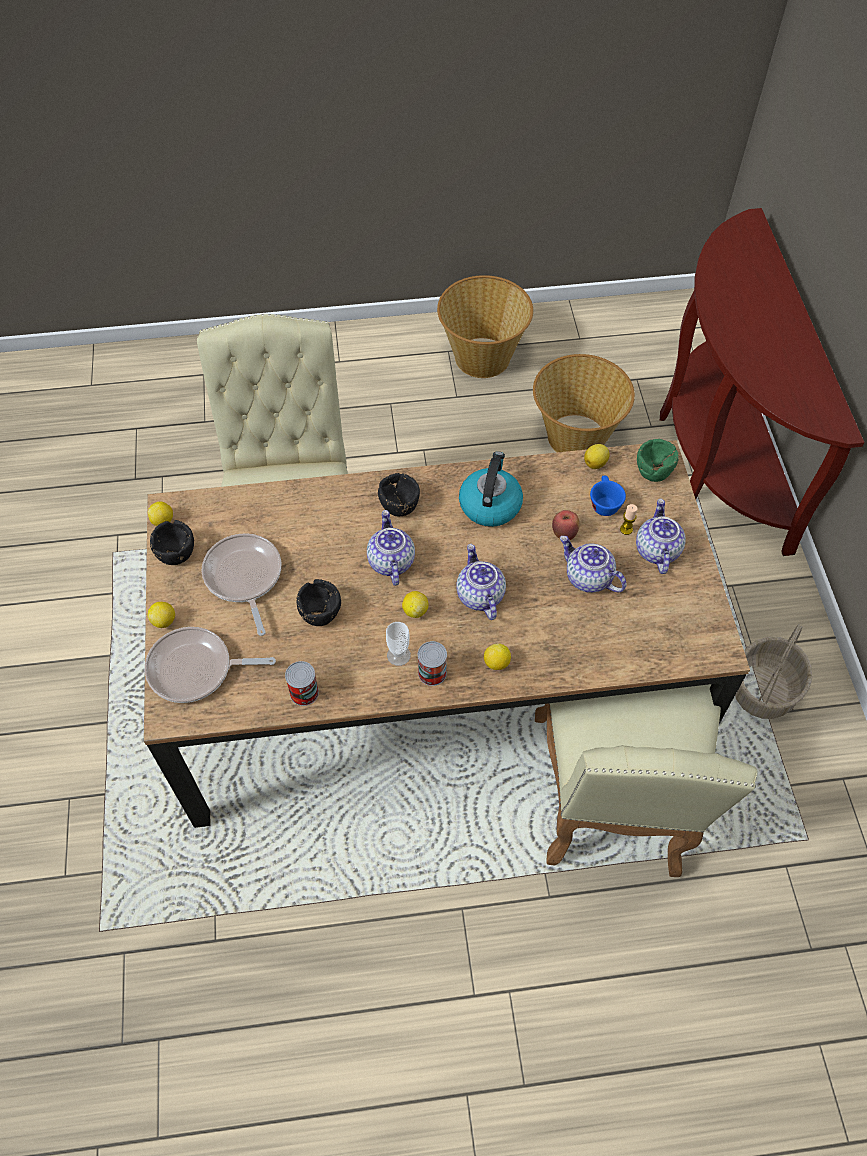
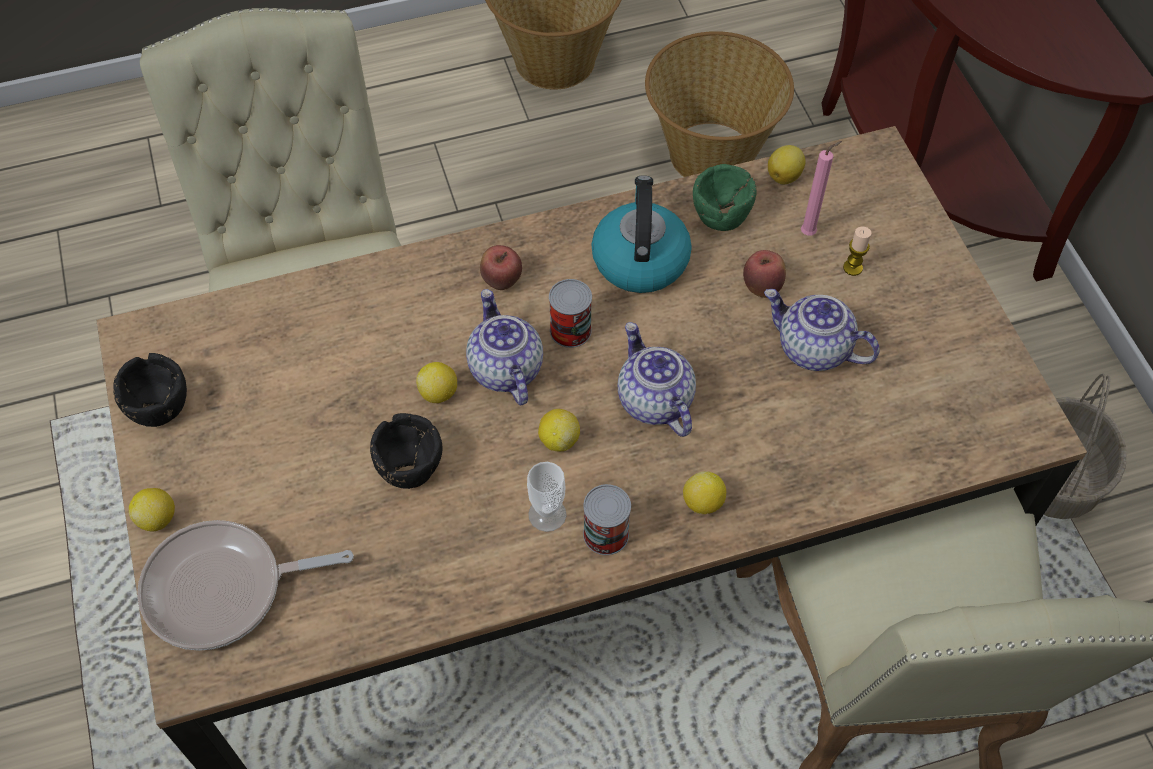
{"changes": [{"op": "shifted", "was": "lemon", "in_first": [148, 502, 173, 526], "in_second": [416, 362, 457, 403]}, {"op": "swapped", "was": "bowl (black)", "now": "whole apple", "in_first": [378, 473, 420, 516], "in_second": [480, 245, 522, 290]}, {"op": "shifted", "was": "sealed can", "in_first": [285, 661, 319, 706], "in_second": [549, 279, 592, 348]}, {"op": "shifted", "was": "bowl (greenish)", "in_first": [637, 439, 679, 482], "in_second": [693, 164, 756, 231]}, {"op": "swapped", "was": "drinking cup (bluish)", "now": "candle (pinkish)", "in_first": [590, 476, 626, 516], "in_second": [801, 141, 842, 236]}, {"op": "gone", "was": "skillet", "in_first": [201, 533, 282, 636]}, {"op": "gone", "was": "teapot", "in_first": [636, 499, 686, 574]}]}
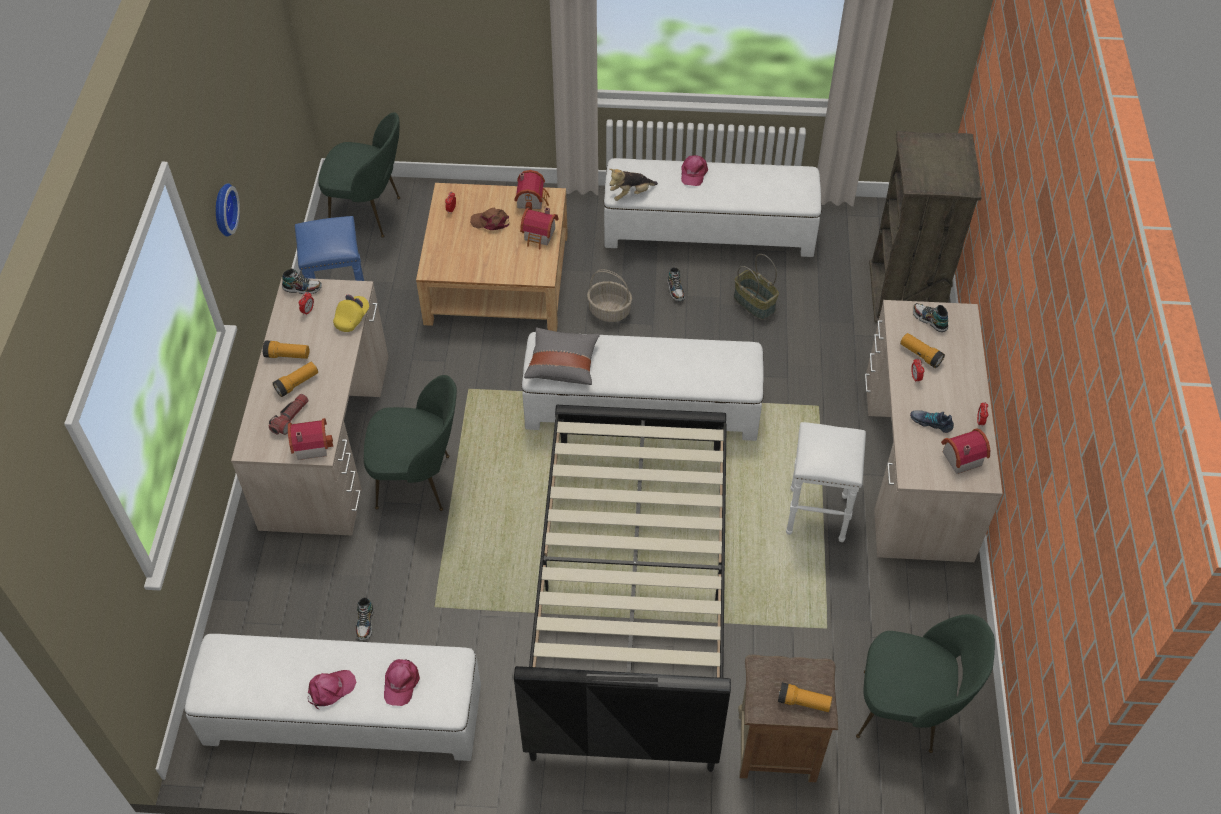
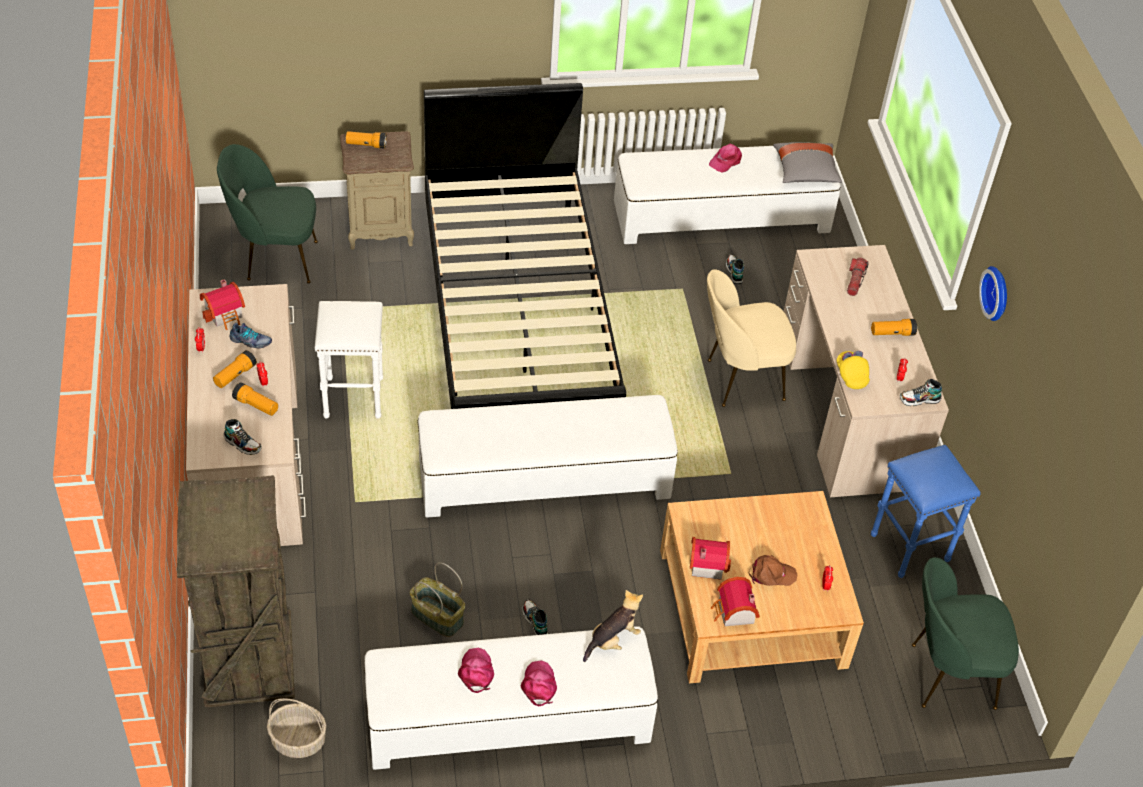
{"changes": [{"op": "shifted", "was": "flashlight", "in_first": [273, 362, 318, 397], "in_second": [213, 350, 257, 388]}, {"op": "shifted", "was": "household basket", "in_first": [587, 269, 632, 322], "in_second": [267, 698, 326, 758]}, {"op": "shifted", "was": "peaked cap (pinkish)", "in_first": [384, 659, 420, 706], "in_second": [458, 648, 494, 693]}, {"op": "repainted", "was": "upright chair (greenish)", "now": "upright chair (beige-coloured)", "in_first": [364, 375, 457, 511], "in_second": [707, 269, 796, 407]}, {"op": "shifted", "was": "throw pillow (gray)", "in_first": [524, 327, 600, 385], "in_second": [773, 142, 842, 183]}, {"op": "rotated", "was": "peaked cap (yellow-coloured)", "in_first": [333, 295, 369, 332], "in_second": [837, 351, 870, 389], "clockwise": 150}, {"op": "gone", "was": "model house", "in_first": [288, 418, 333, 460]}]}
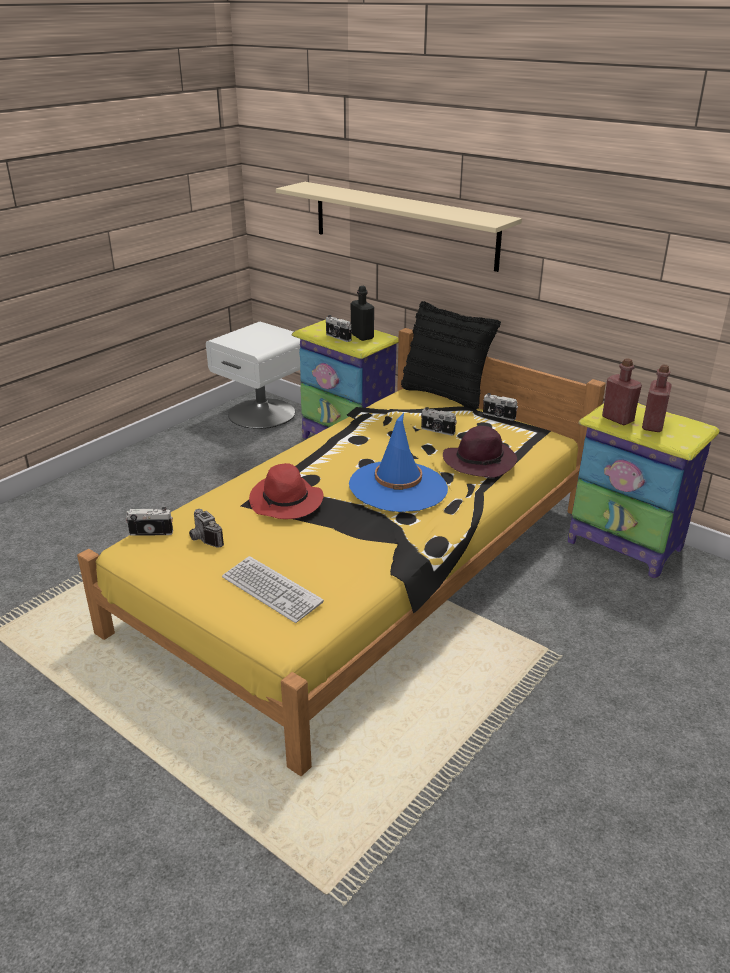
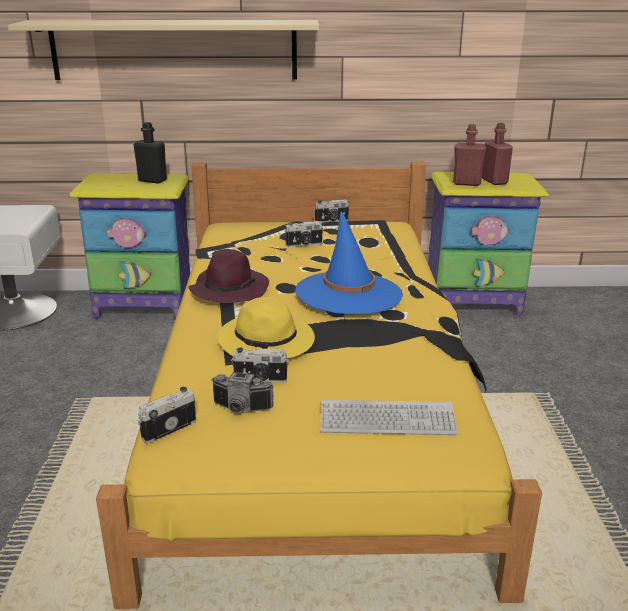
{"changes": [{"op": "shifted", "was": "wearable hat (purplish)", "in_first": [443, 426, 517, 478], "in_second": [188, 249, 269, 303]}, {"op": "repainted", "was": "wearable hat (red-coloured)", "now": "wearable hat (yellow-coloured)", "in_first": [249, 463, 324, 519], "in_second": [218, 297, 315, 358]}, {"op": "shifted", "was": "photo camera", "in_first": [326, 315, 352, 342], "in_second": [231, 348, 289, 383]}, {"op": "gone", "was": "throw pillow (black)", "in_first": [401, 301, 501, 410]}]}
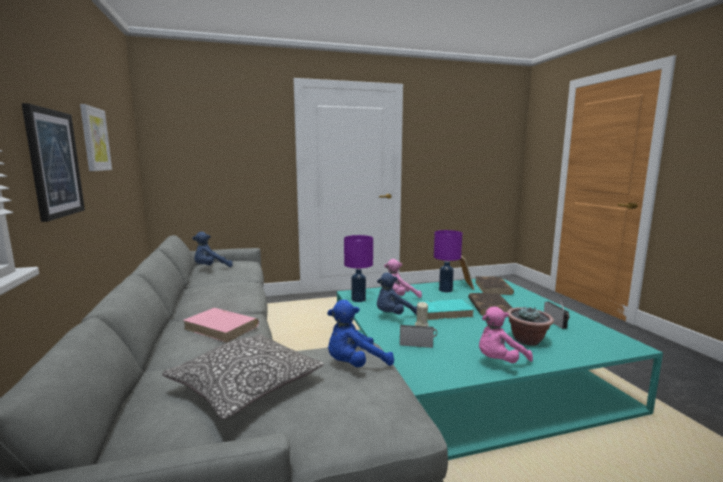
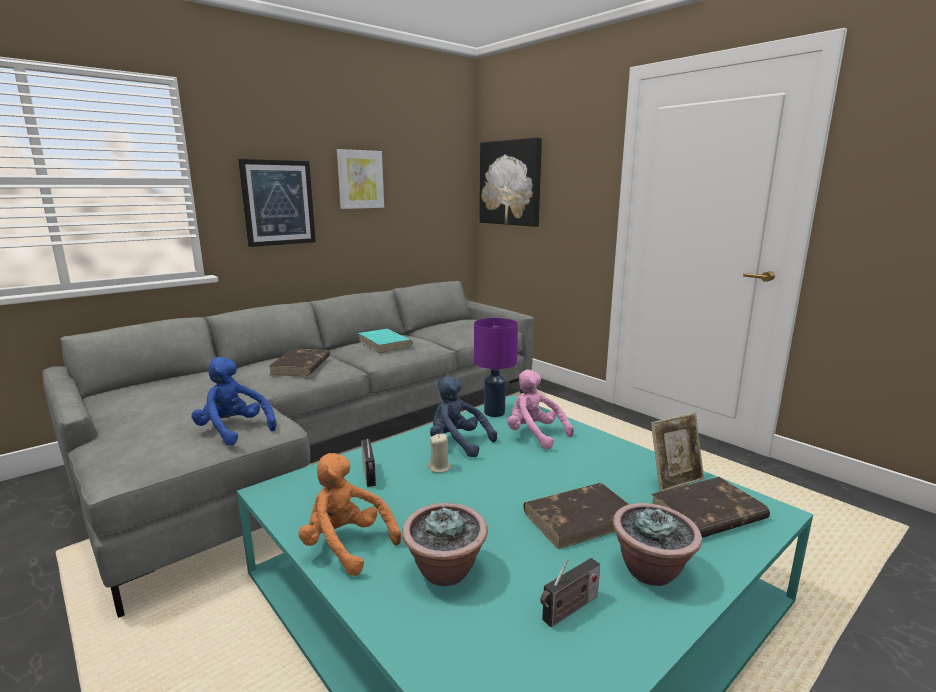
{"changes": [{"op": "repainted", "was": "book (pinkish)", "now": "book (brown-coloured)", "in_first": [183, 308, 259, 343], "in_second": [268, 349, 330, 376]}, {"op": "repainted", "was": "plush toy (pinkish)", "now": "plush toy (orange)", "in_first": [479, 307, 533, 363], "in_second": [299, 453, 401, 576]}, {"op": "shifted", "was": "book (turquoise-coloured)", "in_first": [418, 299, 474, 320], "in_second": [358, 329, 413, 353]}, {"op": "new", "now": "picture", "in_second": [480, 137, 542, 227]}, {"op": "new", "now": "houseplant", "in_second": [613, 503, 702, 586]}, {"op": "gone", "was": "throw pillow", "in_first": [162, 334, 324, 419]}, {"op": "gone", "was": "plush toy (bluish)", "in_first": [192, 232, 233, 267]}, {"op": "gone", "was": "tabletop lamp (purplish)", "in_first": [434, 230, 462, 292]}]}
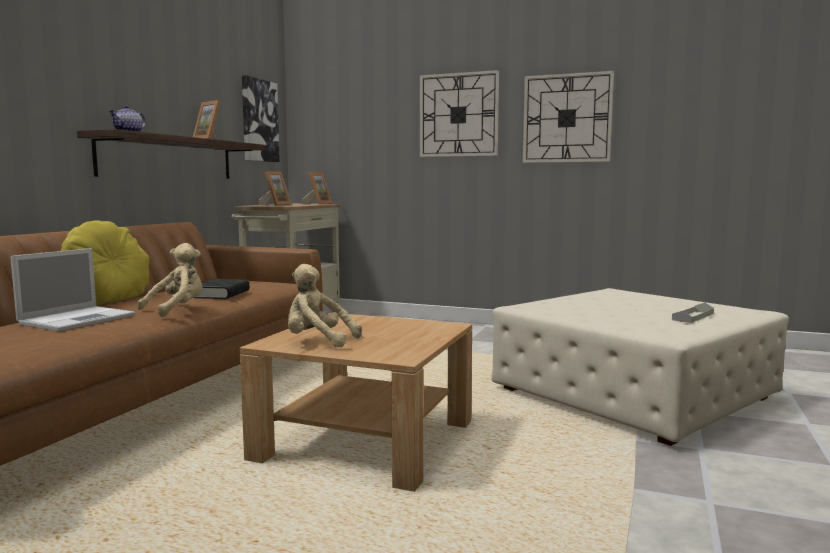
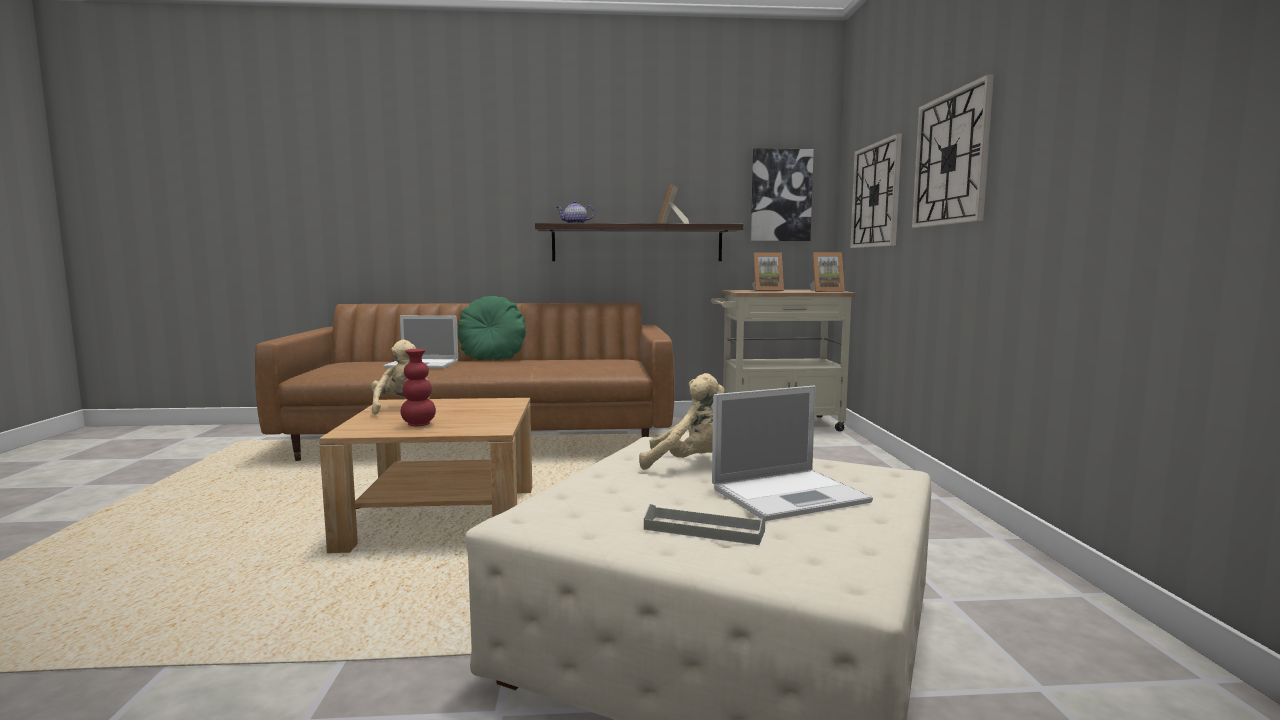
{"changes": [{"op": "new", "now": "decorative vase (red-coloured)", "in_second": [400, 349, 436, 426]}, {"op": "repainted", "was": "throw pillow (yellow-coloured)", "now": "throw pillow (greenish)", "in_first": [61, 220, 149, 305], "in_second": [458, 296, 526, 360]}, {"op": "shifted", "was": "plush toy (beige-coloured)", "in_first": [137, 243, 202, 317], "in_second": [639, 373, 725, 470]}, {"op": "new", "now": "laptop", "in_second": [712, 386, 873, 521]}, {"op": "shifted", "was": "wall clock", "in_first": [523, 71, 614, 163], "in_second": [850, 134, 902, 248]}, {"op": "gone", "was": "book (black)", "in_first": [195, 279, 249, 299]}]}
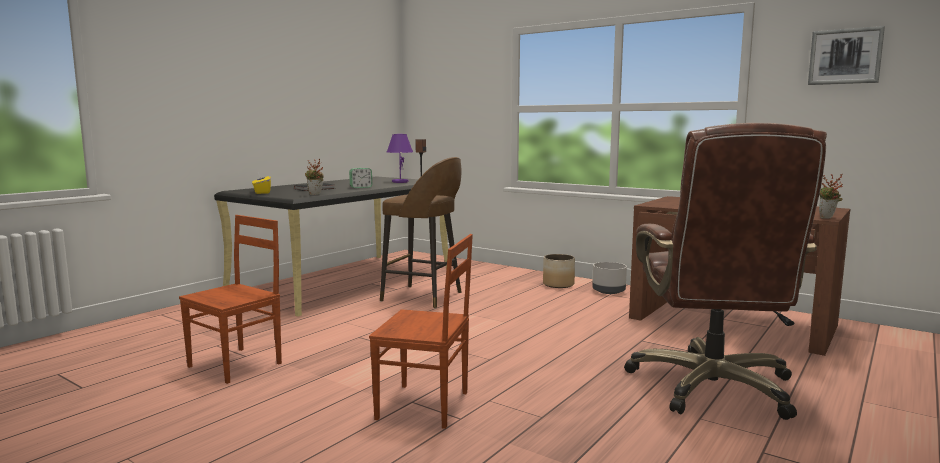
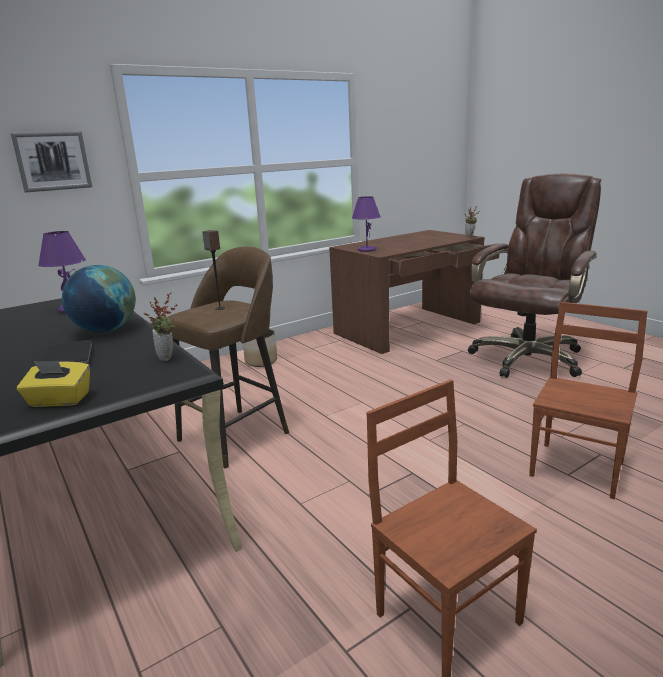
{"changes": [{"op": "shifted", "was": "picture", "in_first": [808, 26, 885, 85], "in_second": [11, 131, 92, 192]}, {"op": "swapped", "was": "bedside clock", "now": "desk globe", "in_first": [349, 168, 372, 188], "in_second": [62, 265, 136, 333]}, {"op": "new", "now": "tabletop lamp (purplish)", "in_second": [352, 196, 381, 252]}, {"op": "rotated", "was": "office chair (brown-coloured)", "in_first": [624, 123, 827, 420], "in_second": [468, 173, 601, 378], "clockwise": -75}, {"op": "gone", "was": "flower pot (gray)", "in_first": [592, 262, 627, 294]}]}
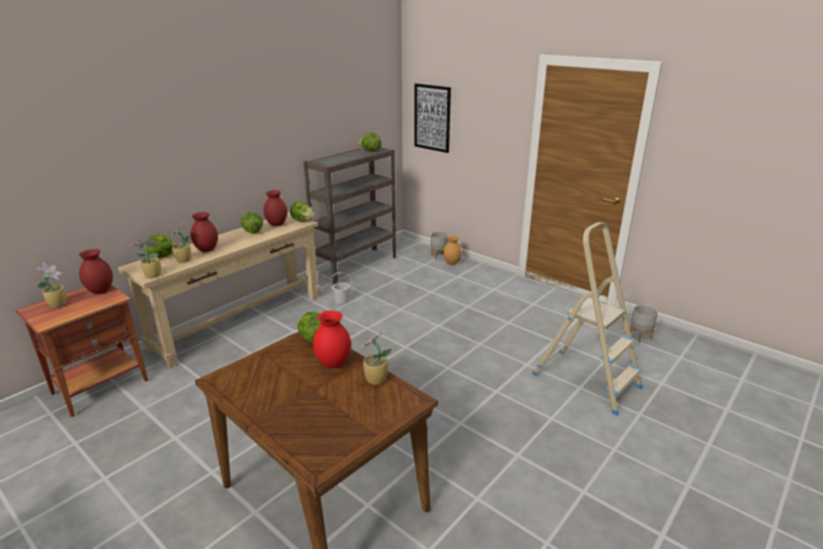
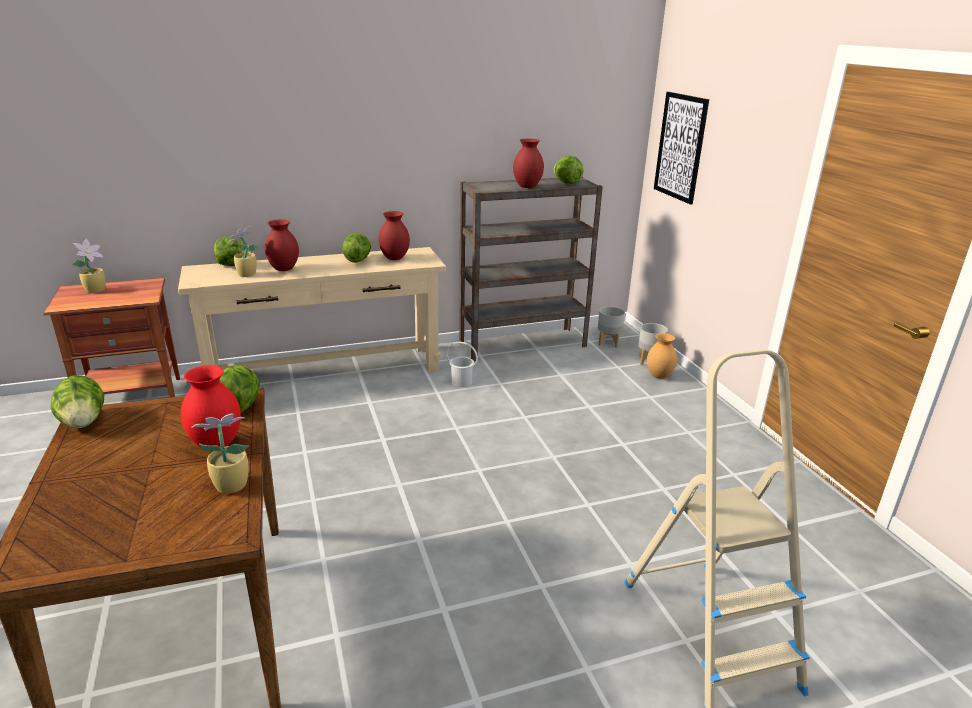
{"changes": [{"op": "shifted", "was": "lettuce", "in_first": [290, 201, 315, 222], "in_second": [51, 376, 104, 428]}, {"op": "shifted", "was": "decorative vase (red-coloured)", "in_first": [79, 249, 113, 294], "in_second": [513, 139, 544, 188]}, {"op": "shifted", "was": "flower pot (gray)", "in_first": [630, 305, 658, 343], "in_second": [598, 307, 625, 348]}, {"op": "gone", "was": "houseplant", "in_first": [132, 238, 161, 278]}]}
